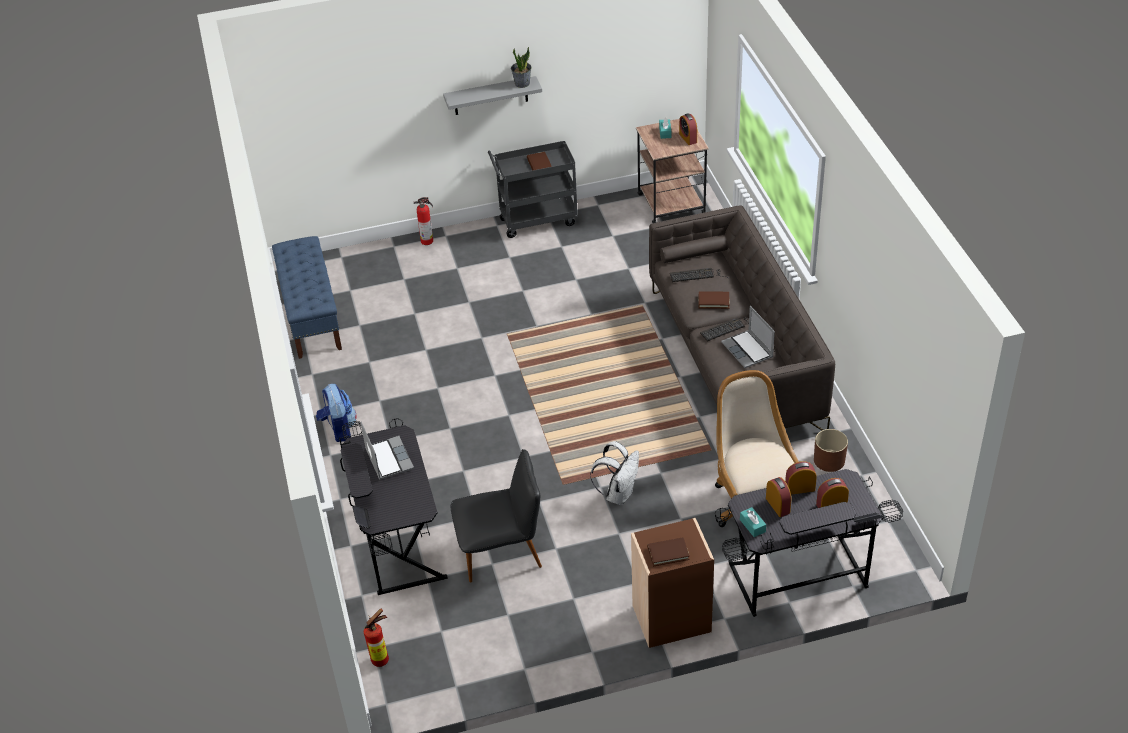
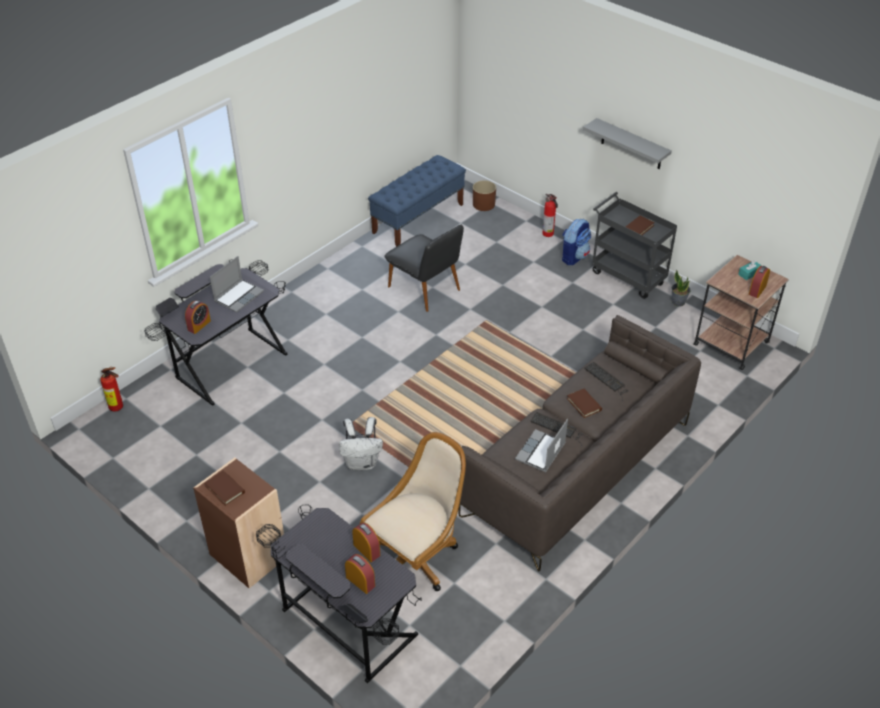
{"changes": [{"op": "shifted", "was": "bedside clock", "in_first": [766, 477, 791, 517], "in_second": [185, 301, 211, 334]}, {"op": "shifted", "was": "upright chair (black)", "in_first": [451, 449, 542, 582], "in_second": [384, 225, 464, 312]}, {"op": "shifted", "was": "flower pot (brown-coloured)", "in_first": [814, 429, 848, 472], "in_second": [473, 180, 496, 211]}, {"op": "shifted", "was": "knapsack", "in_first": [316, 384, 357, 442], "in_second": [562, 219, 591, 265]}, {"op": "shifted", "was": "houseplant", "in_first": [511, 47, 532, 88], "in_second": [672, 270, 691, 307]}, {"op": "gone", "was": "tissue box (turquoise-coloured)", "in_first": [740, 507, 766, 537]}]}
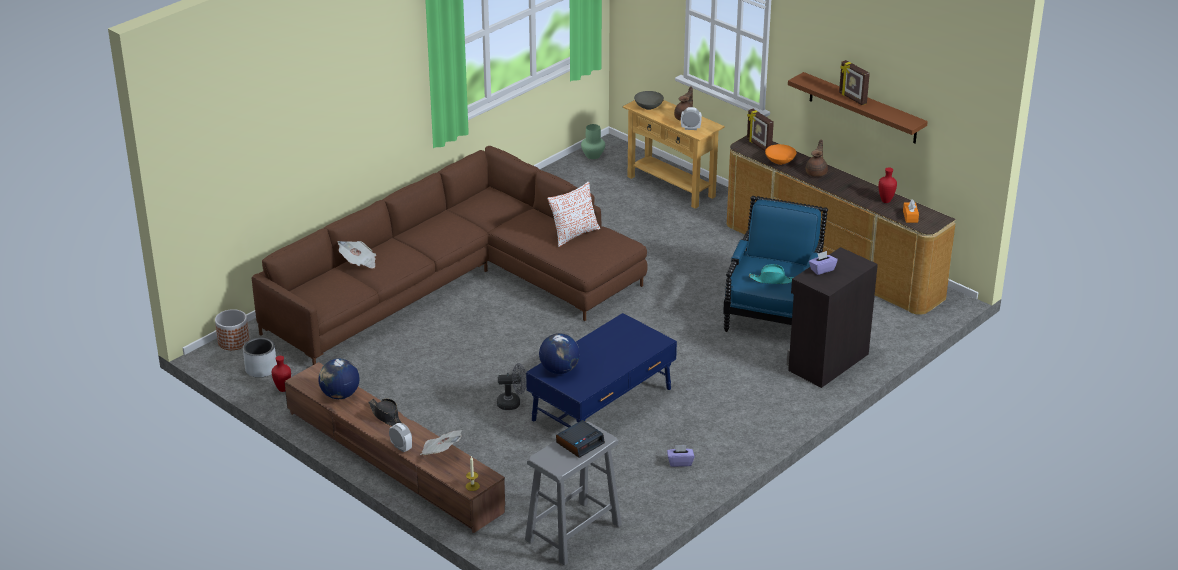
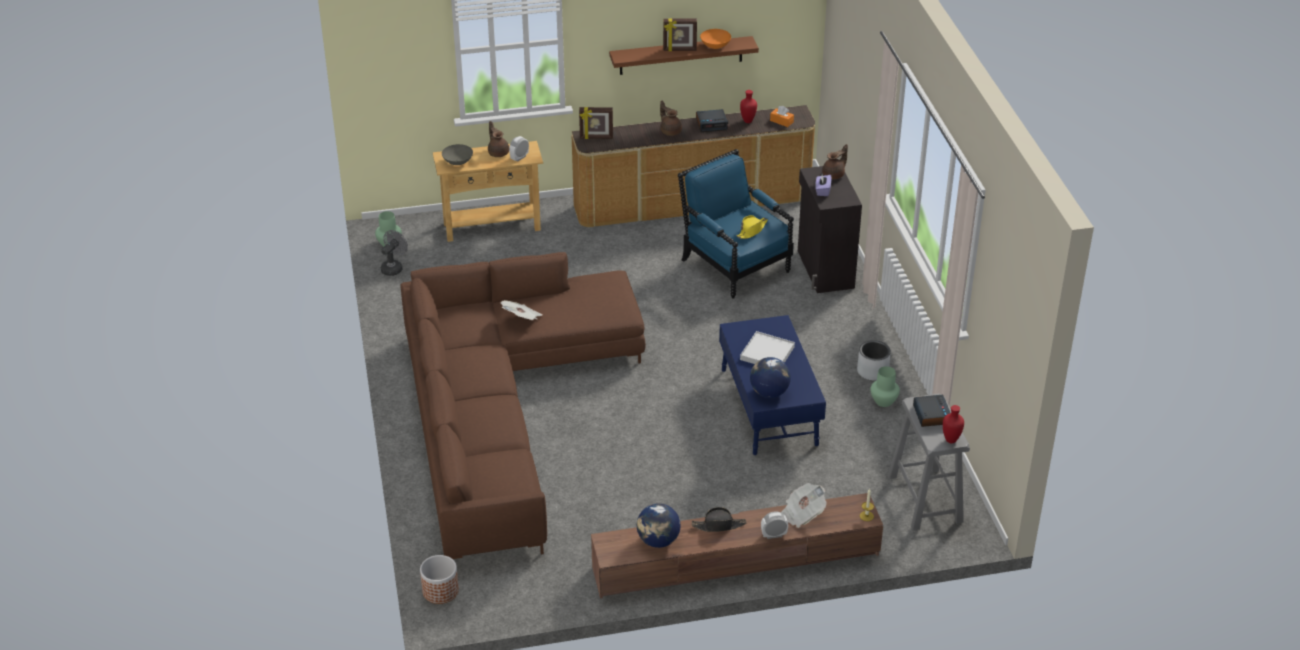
{"changes": [{"op": "shifted", "was": "fan (gray)", "in_first": [497, 363, 527, 410], "in_second": [381, 230, 408, 276]}, {"op": "shifted", "was": "newspaper", "in_first": [337, 241, 376, 269], "in_second": [500, 300, 543, 320]}, {"op": "new", "now": "bedside clock", "in_second": [696, 109, 728, 132]}, {"op": "shifted", "was": "bowl (orange)", "in_first": [765, 144, 797, 165], "in_second": [700, 29, 731, 49]}, {"op": "repainted", "was": "wearable hat (turquoise-coloured)", "now": "wearable hat (yellow-coloured)", "in_first": [749, 264, 794, 284], "in_second": [736, 215, 768, 239]}, {"op": "new", "now": "tray (whitish)", "in_second": [740, 331, 795, 364]}, {"op": "new", "now": "teapot (brown-coloured)", "in_second": [822, 144, 848, 179]}, {"op": "shifted", "was": "flower pot (gray)", "in_first": [243, 337, 277, 377], "in_second": [857, 340, 891, 380]}, {"op": "swapped", "was": "tissue box (purplish)", "now": "decorative vase (greenish)", "in_first": [667, 445, 694, 467], "in_second": [870, 366, 900, 407]}, {"op": "shifted", "was": "decorative vase (red-coloured)", "in_first": [272, 356, 291, 392], "in_second": [943, 405, 964, 443]}, {"op": "gone", "was": "throw pillow (whitish)", "in_first": [547, 182, 600, 247]}]}
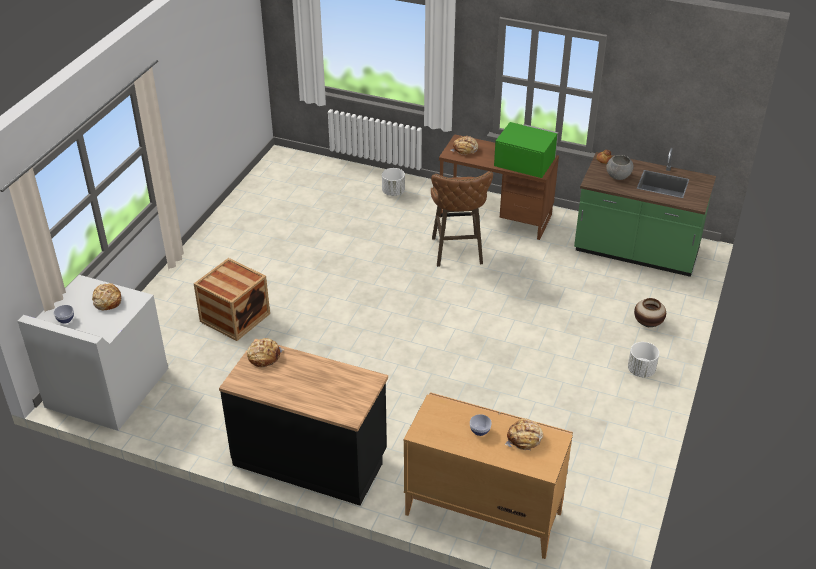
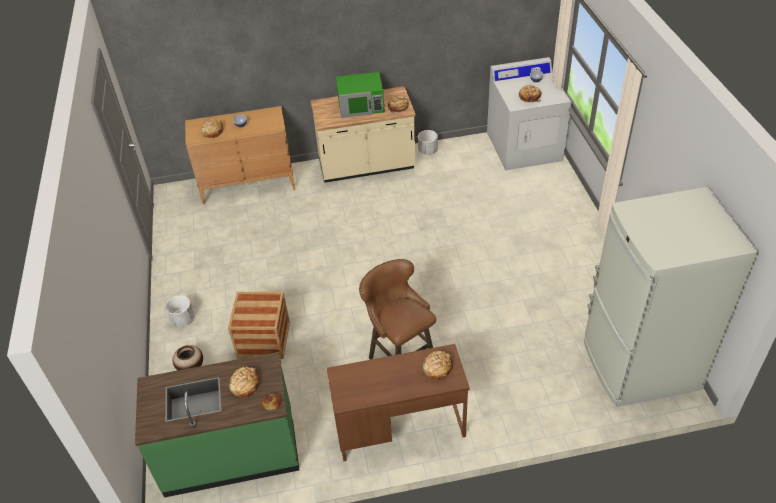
{"changes": [{"op": "shifted", "was": "shipping crate", "in_first": [194, 258, 270, 341], "in_second": [228, 292, 290, 359]}, {"op": "swapped", "was": "bowl (gray)", "now": "bread", "in_first": [606, 155, 634, 180], "in_second": [229, 366, 260, 397]}, {"op": "repainted", "was": "kitchen base unit (black)", "now": "kitchen base unit (beige-coloured)", "in_first": [219, 339, 388, 506], "in_second": [310, 86, 416, 183]}, {"op": "shifted", "was": "microwave oven (greenish)", "in_first": [494, 122, 558, 178], "in_second": [336, 72, 385, 118]}, {"op": "shifted", "was": "flower pot (whitish)", "in_first": [382, 168, 405, 196], "in_second": [418, 130, 438, 155]}, {"op": "new", "now": "fridge (whitish)", "in_second": [584, 187, 759, 407]}]}
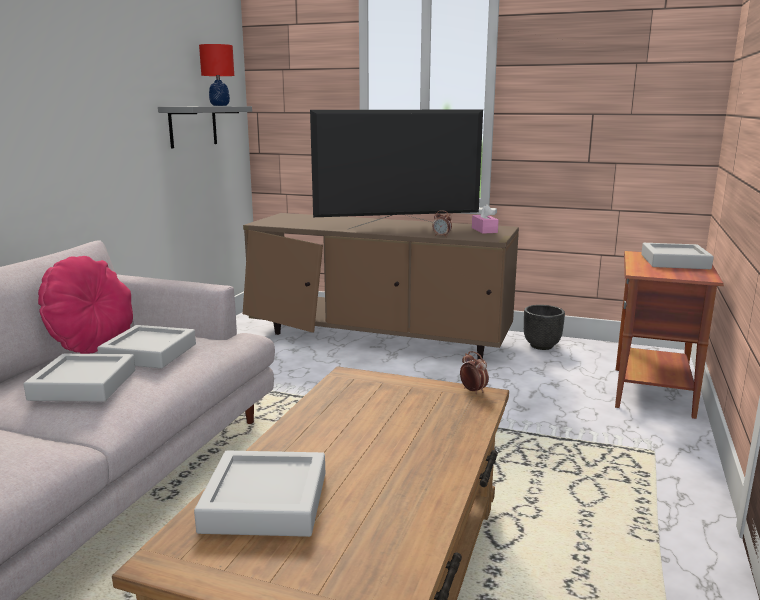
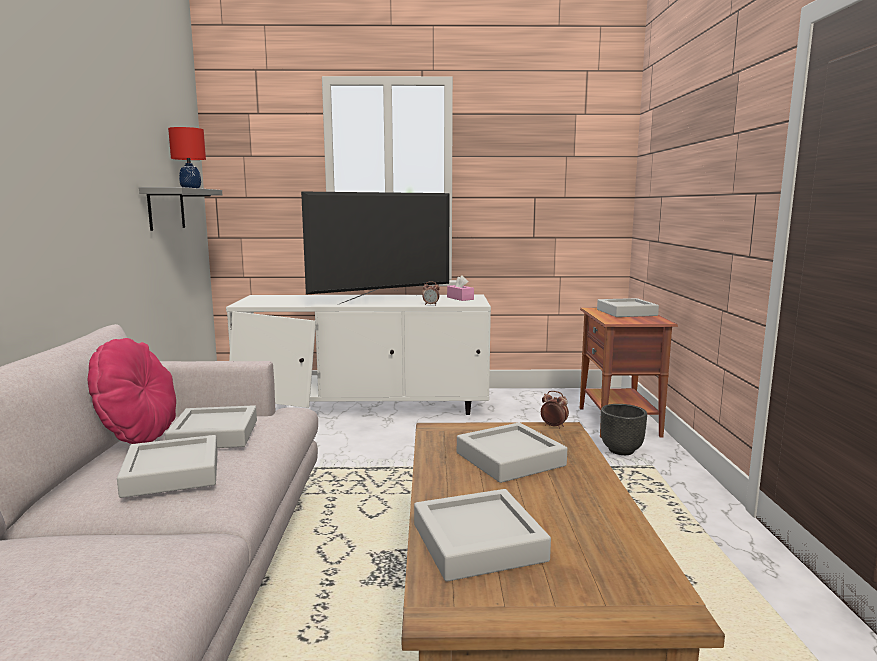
{"changes": [{"op": "repainted", "was": "tv unit (brown-coloured)", "now": "tv unit (whitish)", "in_first": [243, 213, 519, 359], "in_second": [226, 295, 491, 415]}, {"op": "new", "now": "tray (gray)", "in_second": [457, 422, 567, 483]}, {"op": "shifted", "was": "flower pot (black)", "in_first": [524, 305, 565, 350], "in_second": [601, 404, 647, 455]}]}
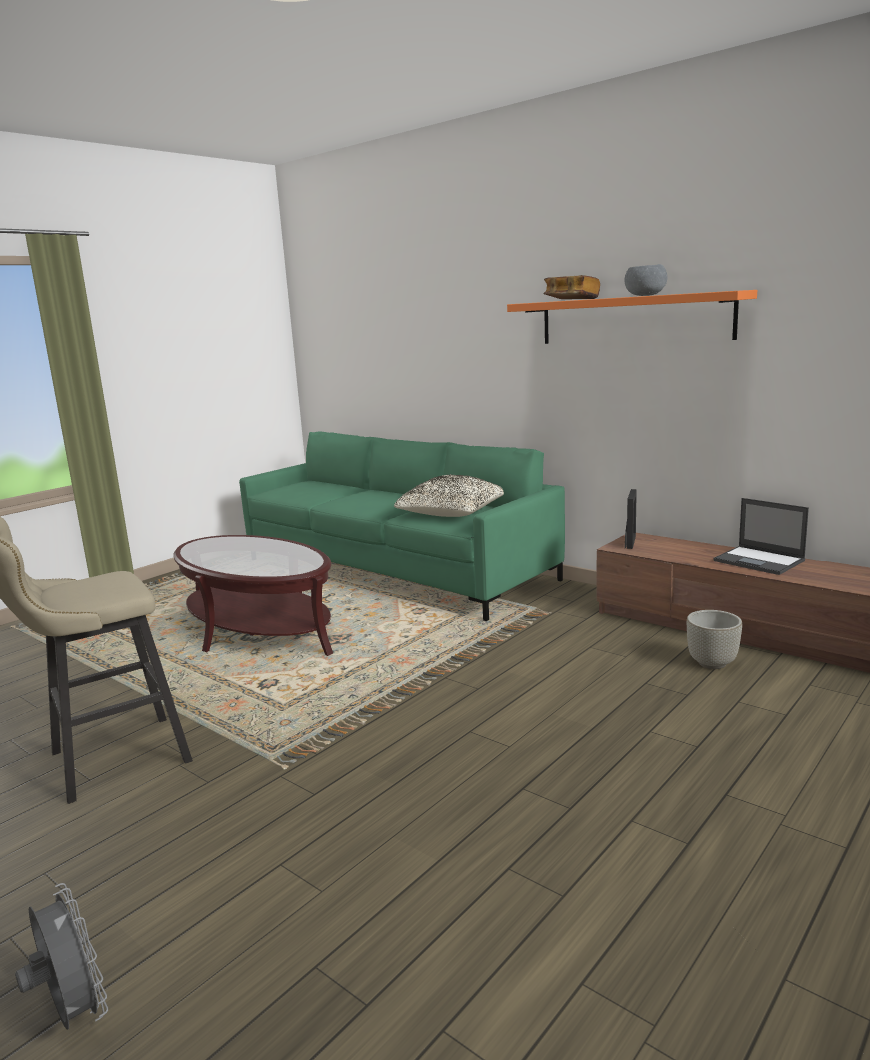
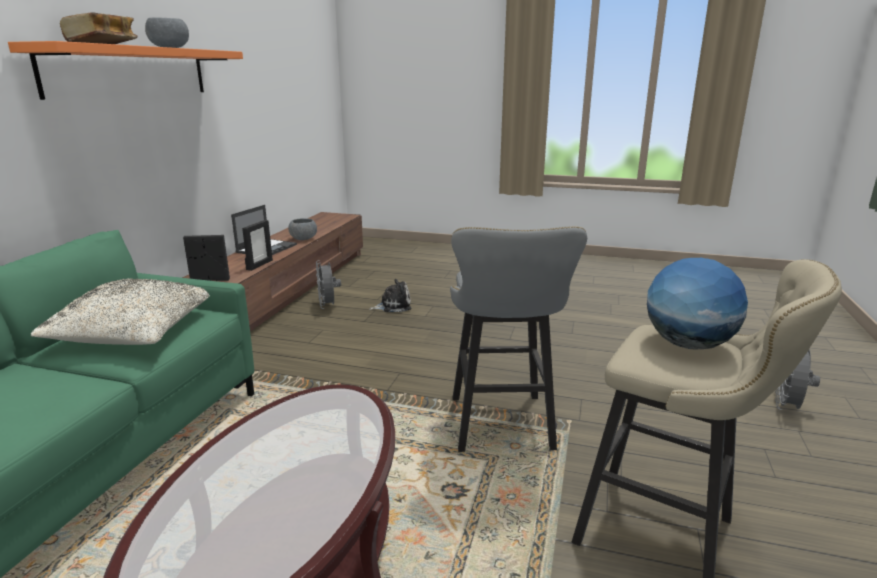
{"changes": [{"op": "new", "now": "standing frame", "in_second": [242, 220, 273, 271]}, {"op": "new", "now": "bowl (gray)", "in_second": [288, 218, 317, 240]}, {"op": "swapped", "was": "flower pot (gray)", "now": "fan (gray)", "in_first": [687, 610, 742, 669], "in_second": [316, 260, 341, 309]}, {"op": "new", "now": "plush toy", "in_second": [369, 279, 411, 312]}, {"op": "new", "now": "stool (gray)", "in_second": [450, 226, 587, 452]}, {"op": "new", "now": "desk globe", "in_second": [647, 258, 748, 350]}]}
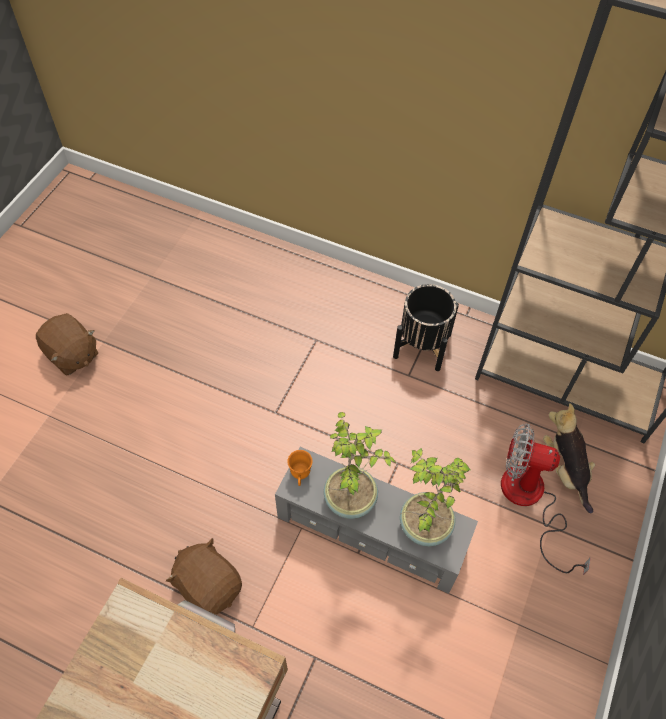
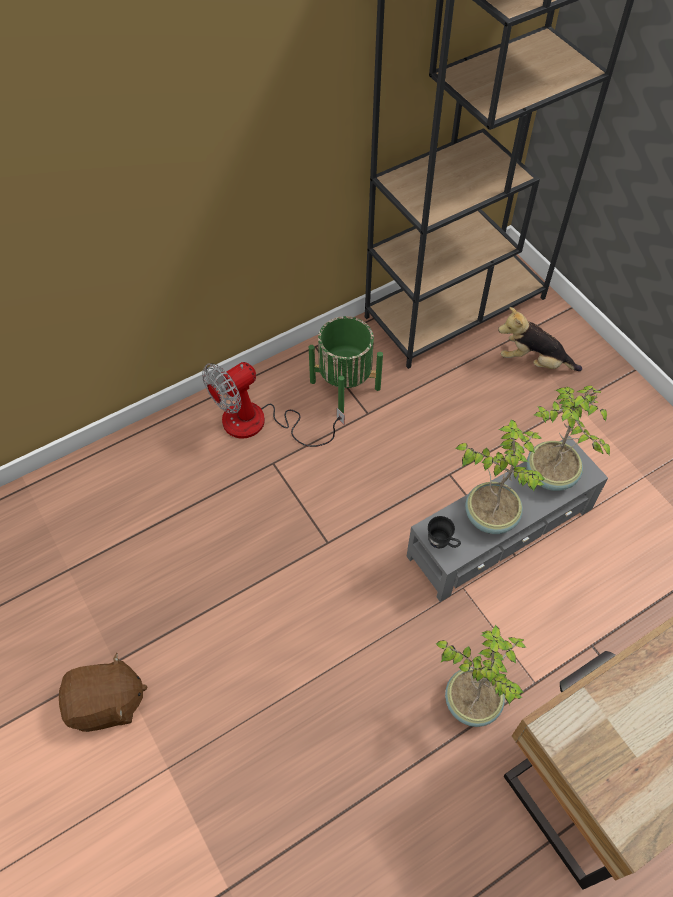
{"changes": [{"op": "shifted", "was": "fan", "in_first": [501, 423, 591, 575], "in_second": [202, 362, 345, 447]}, {"op": "repainted", "was": "flower pot (black)", "now": "flower pot (greenish)", "in_first": [393, 284, 459, 371], "in_second": [309, 316, 383, 413]}, {"op": "repainted", "was": "tea mug (orange)", "now": "tea mug (gray)", "in_first": [287, 450, 313, 486], "in_second": [428, 516, 461, 548]}, {"op": "swapped", "was": "plush toy (brown-coloured)", "now": "houseplant", "in_first": [166, 538, 242, 615], "in_second": [436, 625, 527, 727]}]}
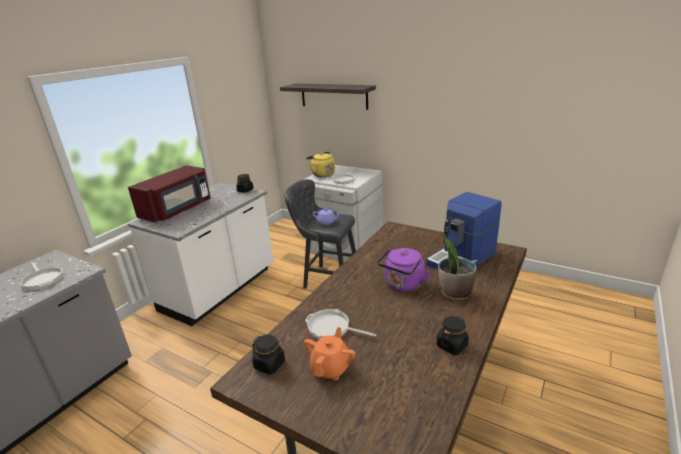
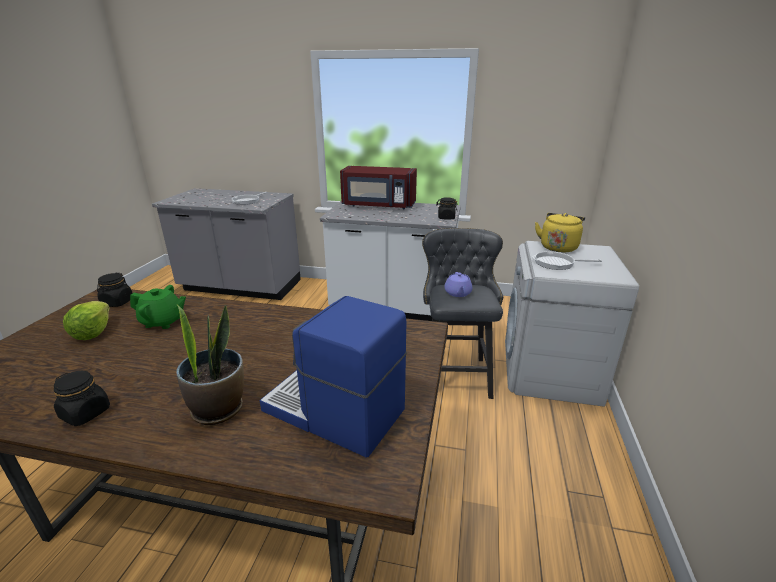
{"changes": [{"op": "swapped", "was": "teapot (orange)", "now": "lettuce", "in_first": [304, 327, 355, 380], "in_second": [63, 301, 110, 340]}, {"op": "swapped", "was": "skillet", "now": "teapot (greenish)", "in_first": [305, 309, 376, 339], "in_second": [130, 285, 186, 329]}, {"op": "gone", "was": "shelf", "in_first": [280, 83, 376, 110]}, {"op": "gone", "was": "kettle (purplish)", "in_first": [378, 248, 431, 292]}]}
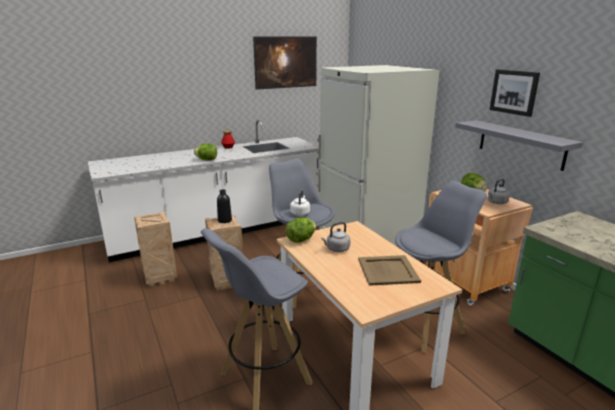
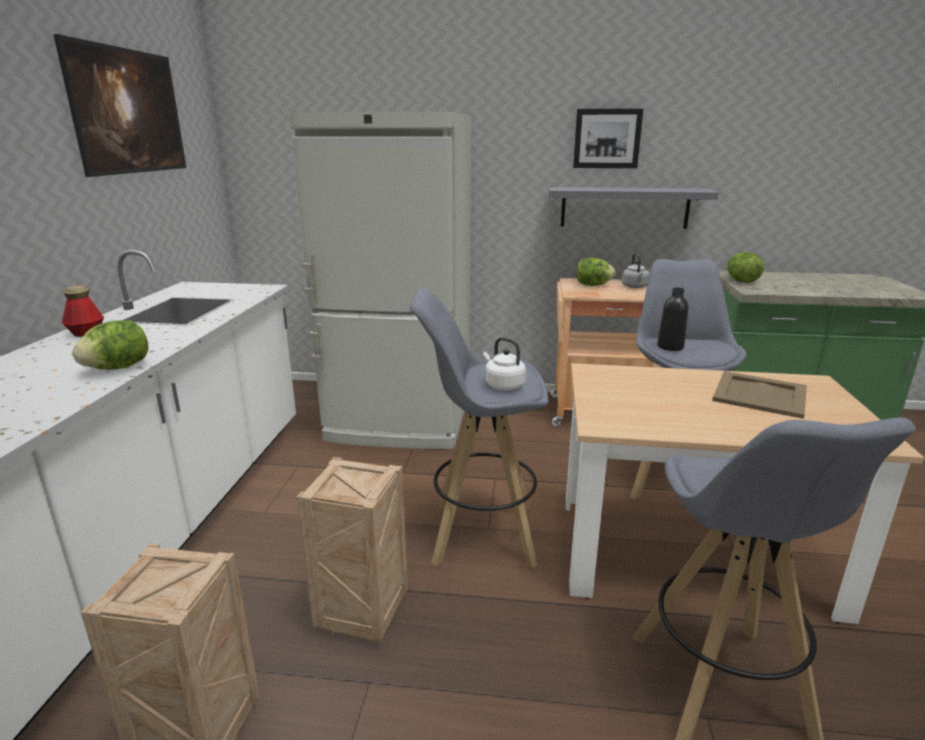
{"changes": [{"op": "shifted", "was": "drink bottle (black)", "in_first": [217, 189, 232, 223], "in_second": [657, 288, 688, 351]}, {"op": "shifted", "was": "lettuce", "in_first": [286, 217, 316, 243], "in_second": [727, 252, 764, 283]}, {"op": "gone", "was": "kettle (gray)", "in_first": [321, 222, 350, 252]}]}
